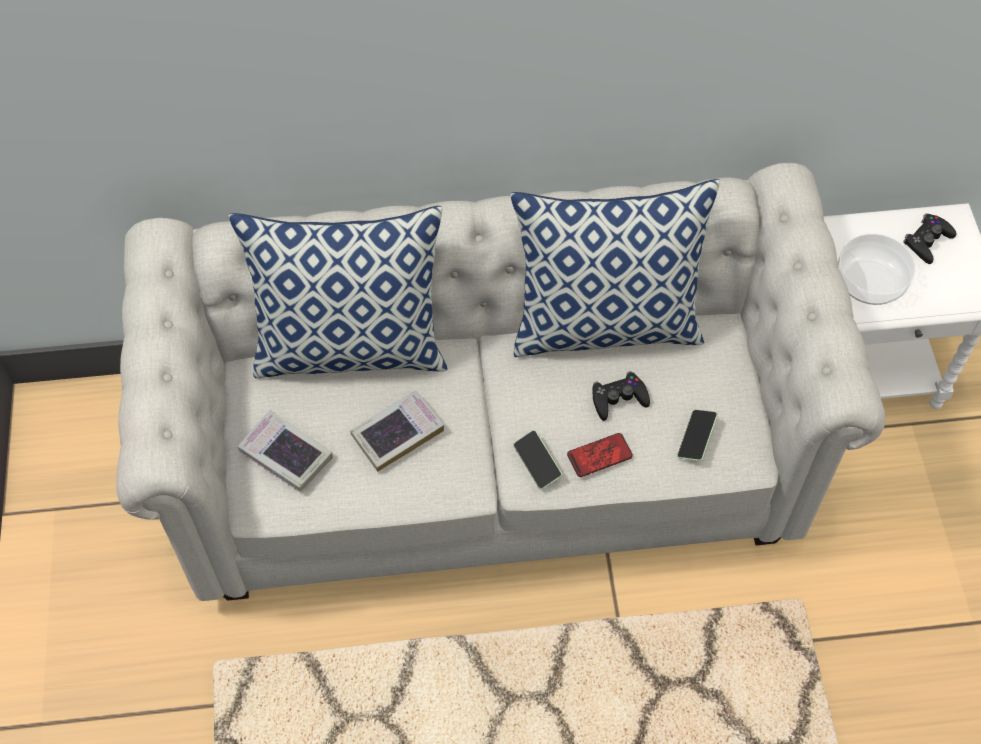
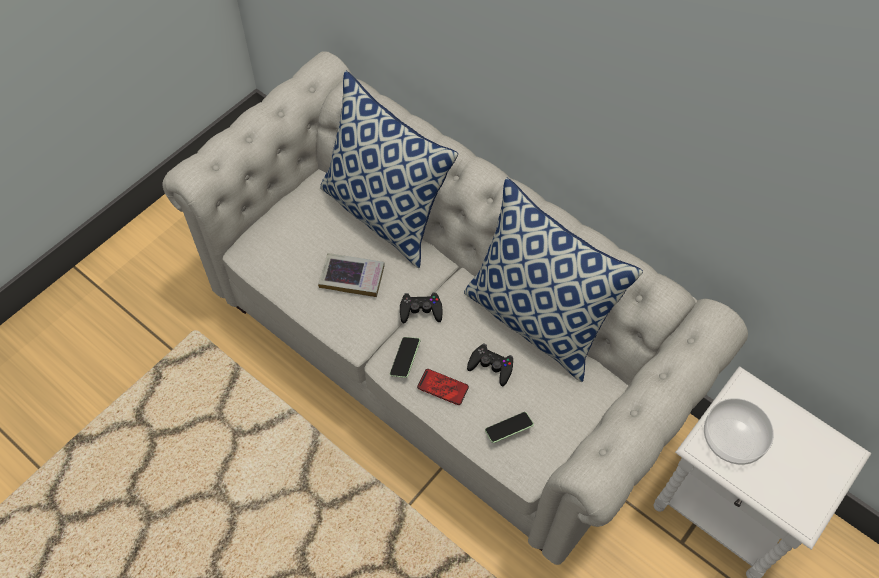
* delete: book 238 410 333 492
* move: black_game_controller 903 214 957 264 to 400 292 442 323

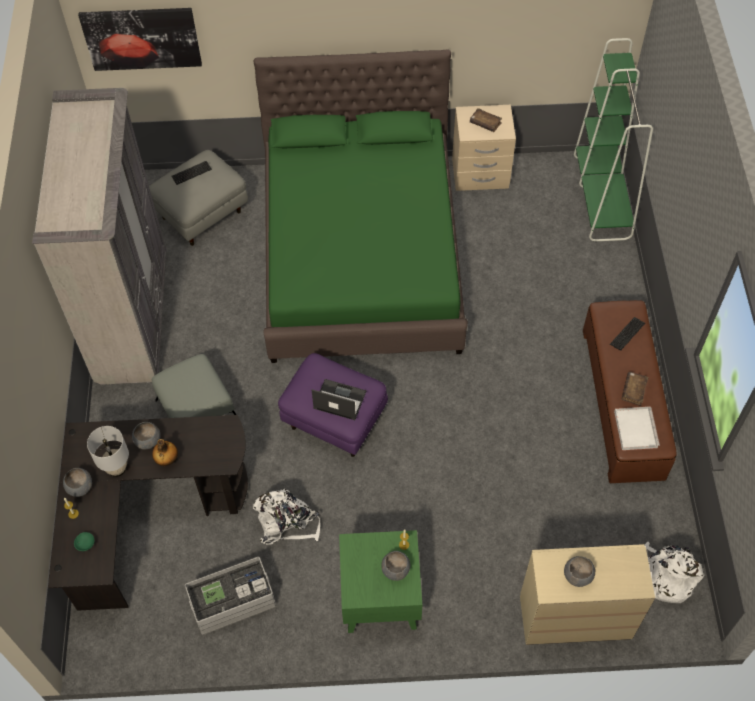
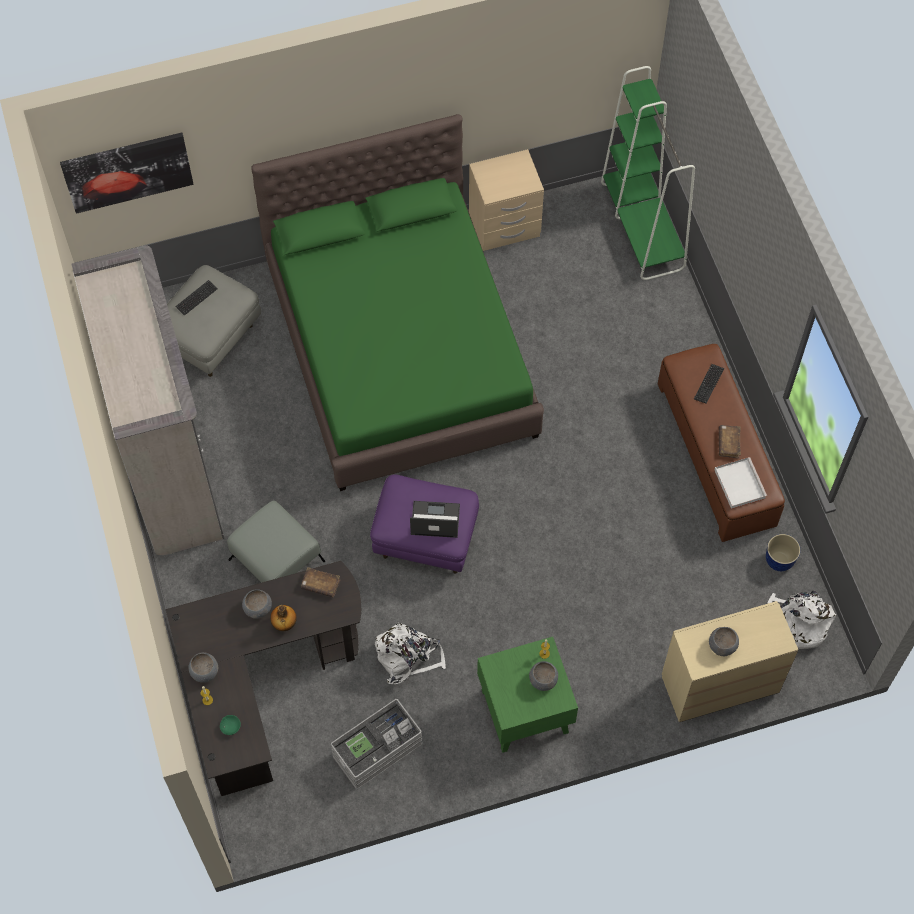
* delete: white_table_lamp 87 426 129 477
* move: brown_book 470 108 502 132 to 301 567 341 597
* insert: planter 766 534 800 571

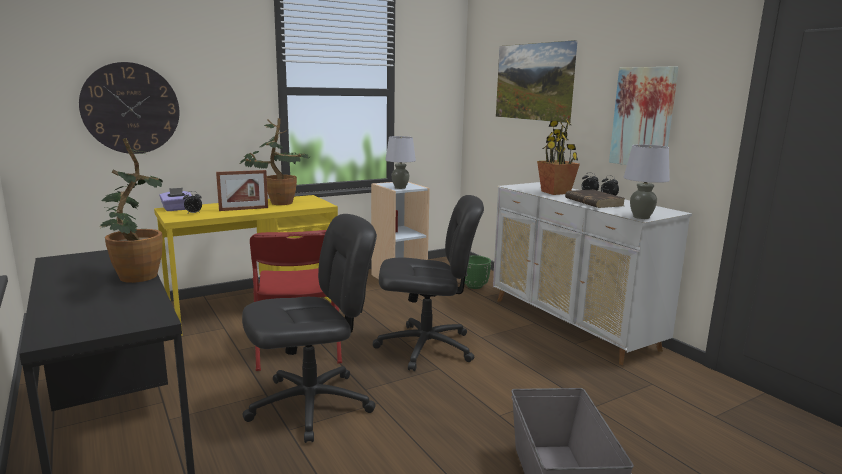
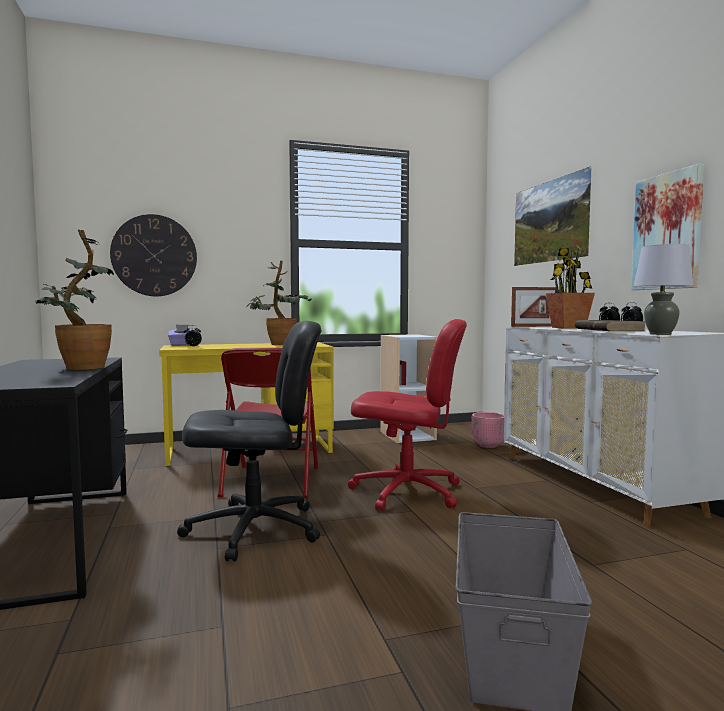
* move: picture_frame 216 170 268 211 to 511 287 556 327
* recolor: black_office_chair 373 195 484 371 to red_office_chair 348 319 467 511
* delete: grey_table_lamp 386 136 416 189
* recolor: green_planter 465 255 491 289 to pink_planter 472 412 504 448

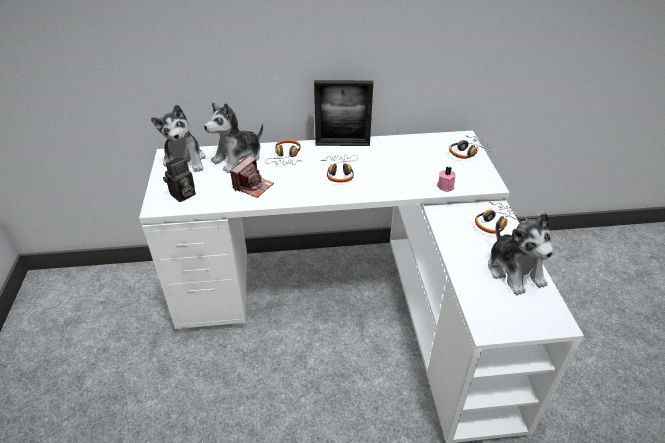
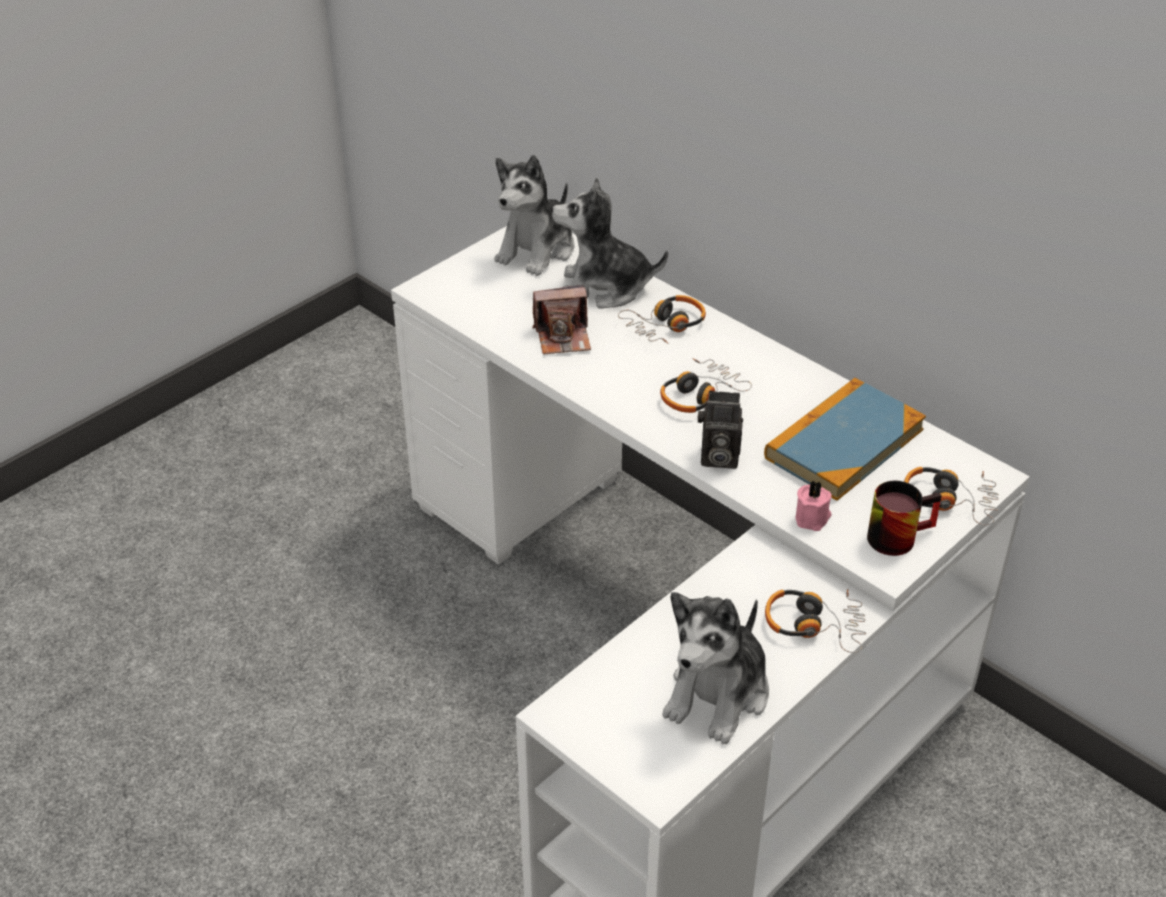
* move: photo_camera 163 156 196 202 to 697 391 743 469
* delete: picture_frame 314 80 373 146
* insert: book 764 378 926 501
* insert: mug 867 481 942 556

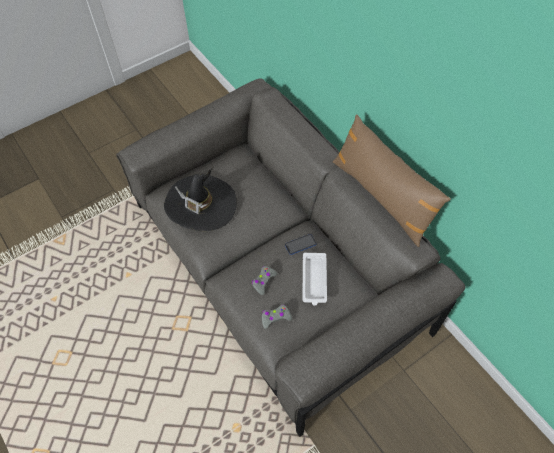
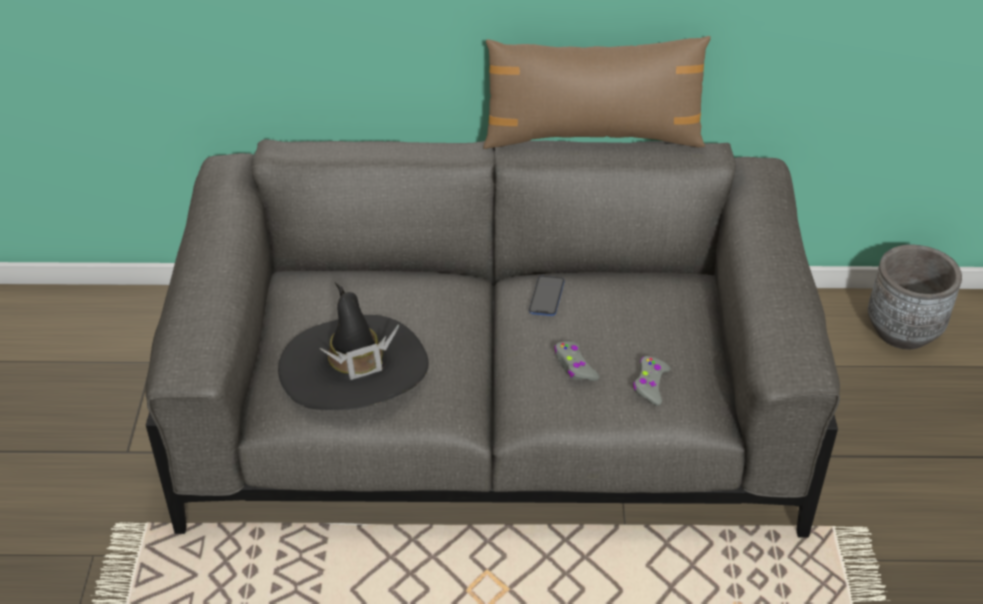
* delete: white_tray 303 253 327 306
* insert: grey_planter 868 245 962 349

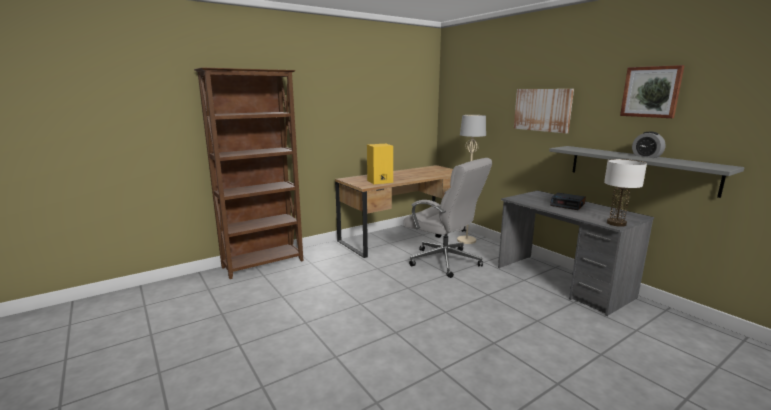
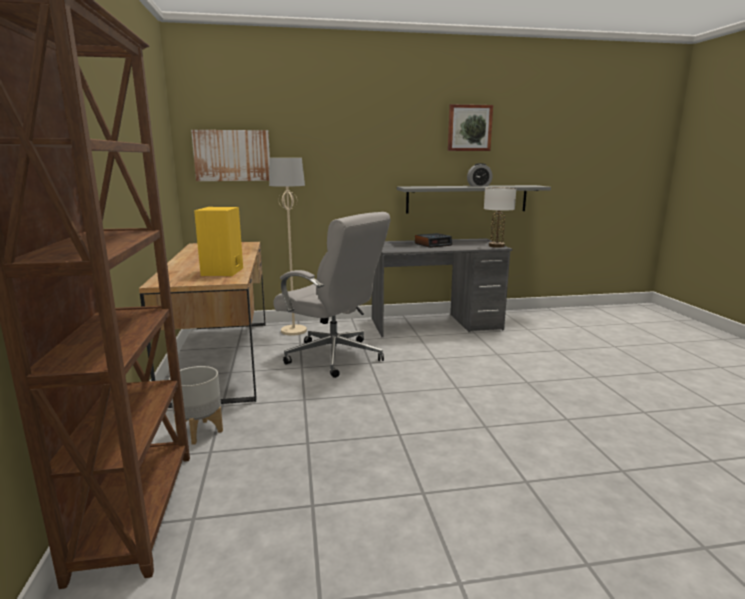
* rotate: grey_office_chair 403 158 492 278 = 273 212 391 378 60 degrees clockwise
* move: picture 514 89 574 133 to 191 130 270 181
* insert: grey_planter 169 366 223 445

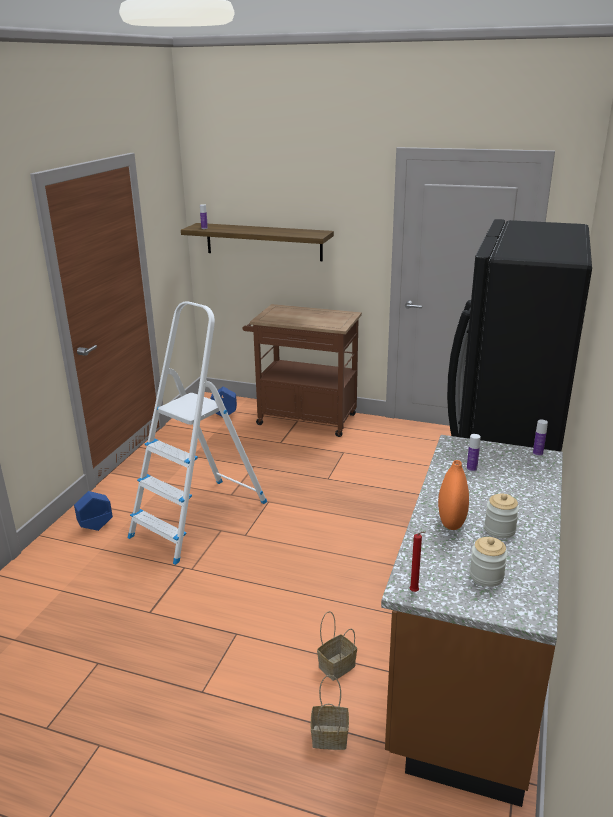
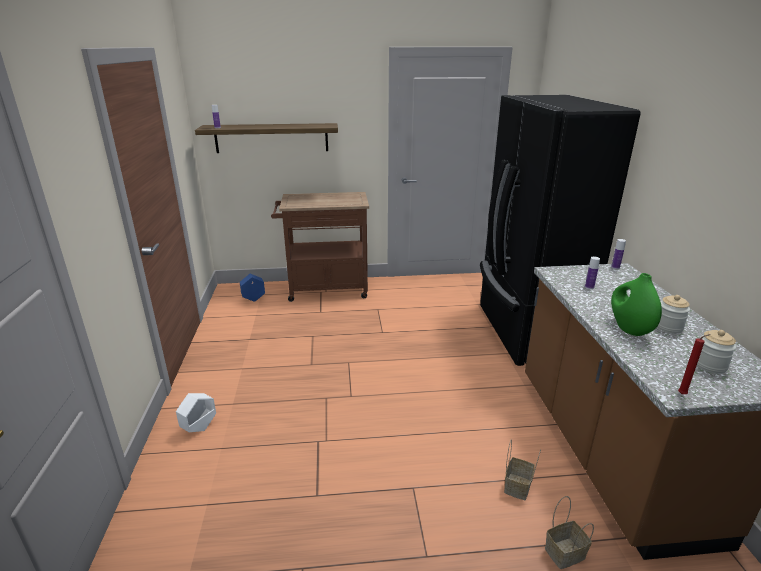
* recolor: blue_planter 74 491 113 531 to white_planter 176 393 216 432
* delete: white_step_ladder 128 301 267 565
* recolor: orange_vase 438 460 469 530 to green_vase 611 273 662 336

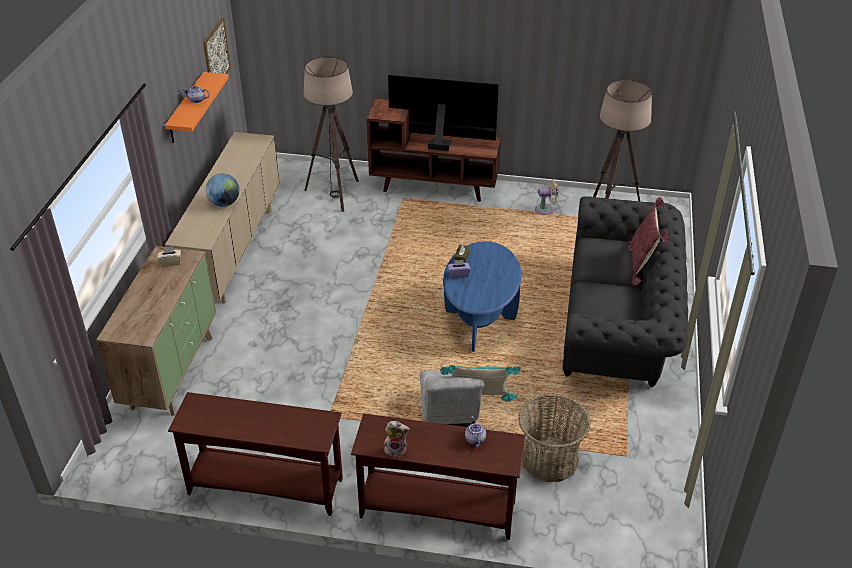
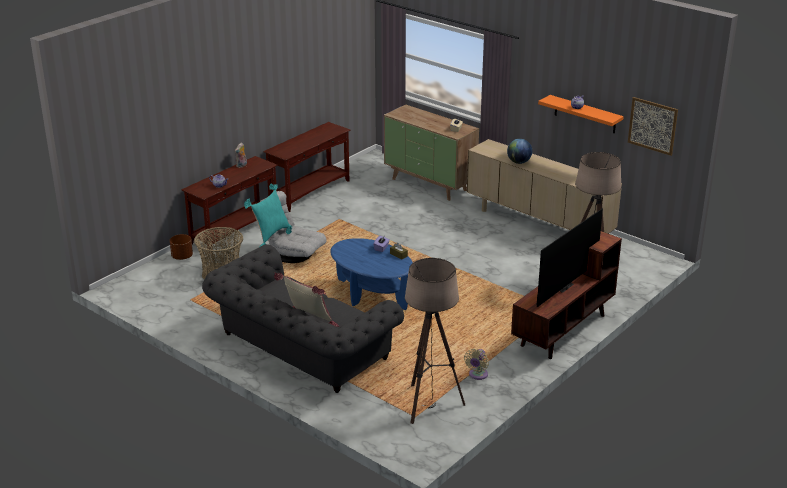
* insert: brown_planter 170 234 193 260

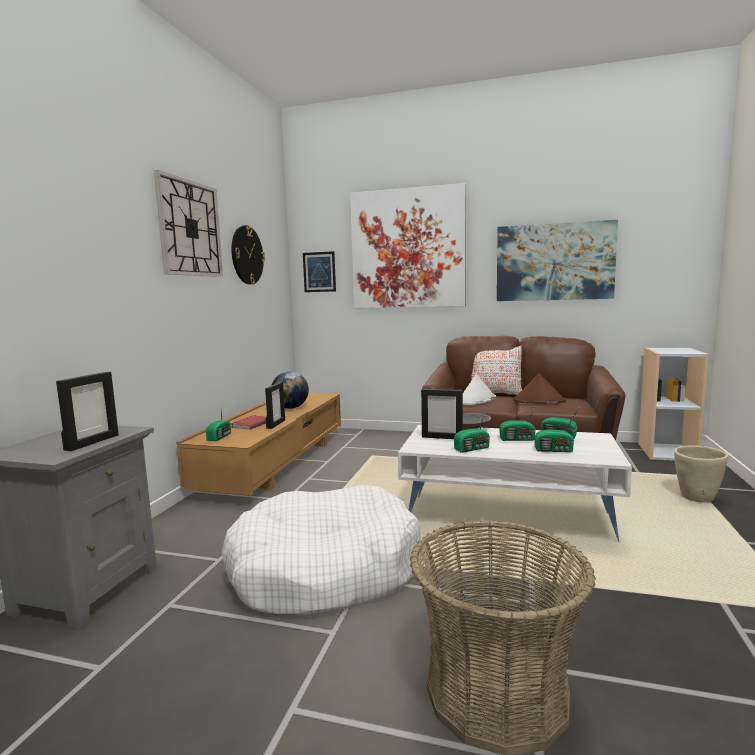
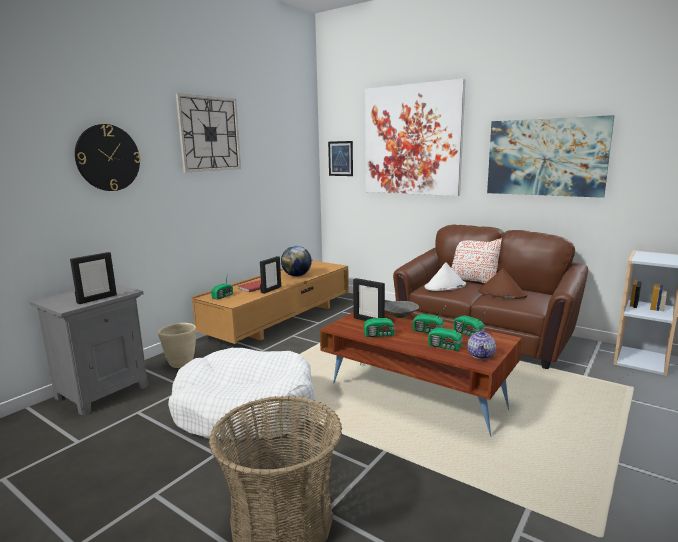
* move: wall_clock 231 225 265 284 to 75 124 141 191
* recolor: white_coffee_table 398 425 632 542 to brown_coffee_table 320 312 522 437
* move: beige_planter 674 446 728 502 to 158 323 196 368
* insert: teapot 468 329 496 359

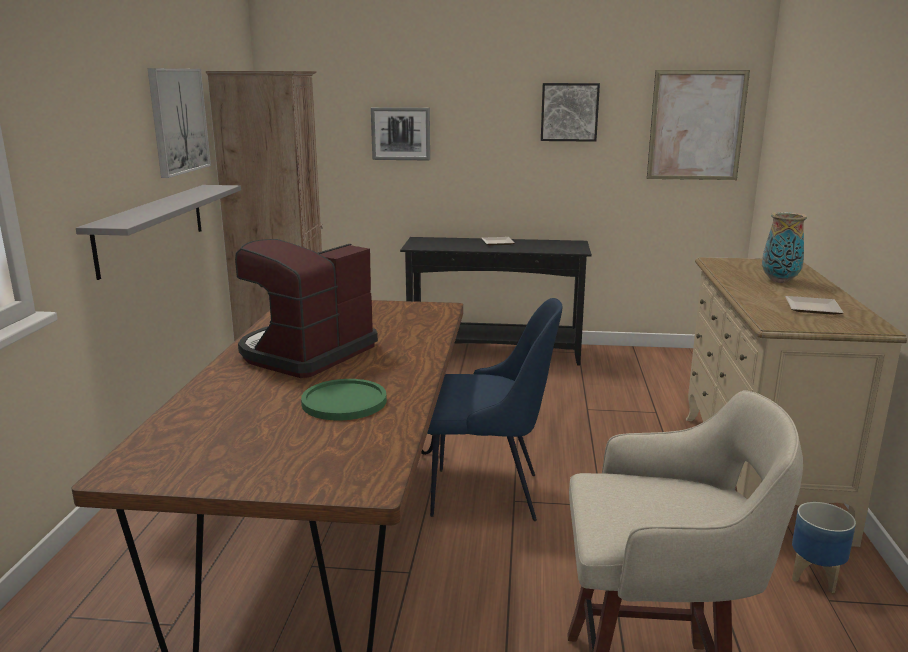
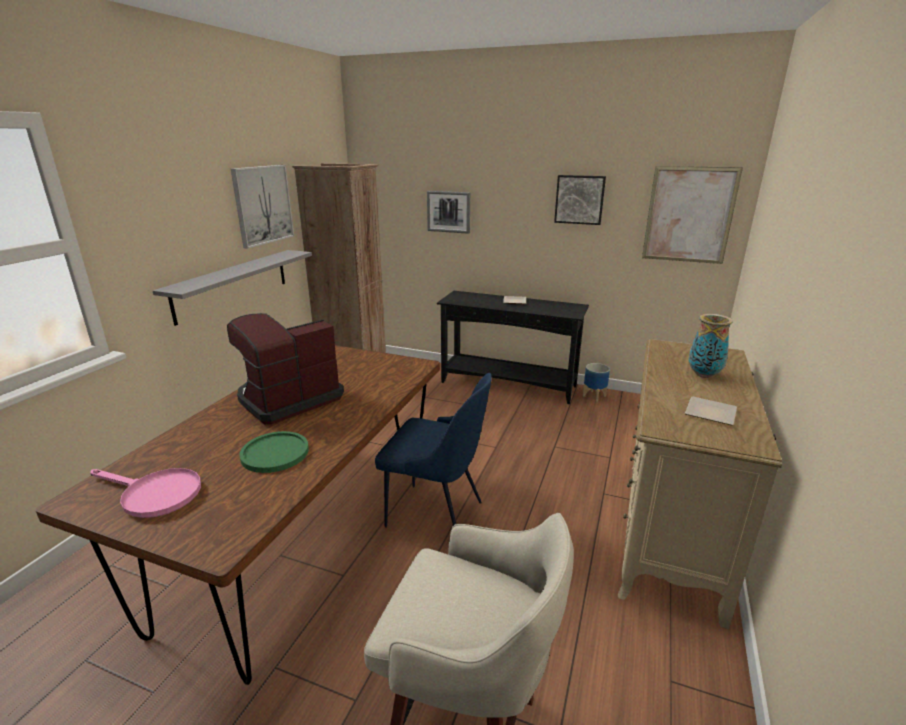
* move: planter 792 502 856 593 to 583 363 610 402
* insert: pink_frying_pan 90 468 201 518

